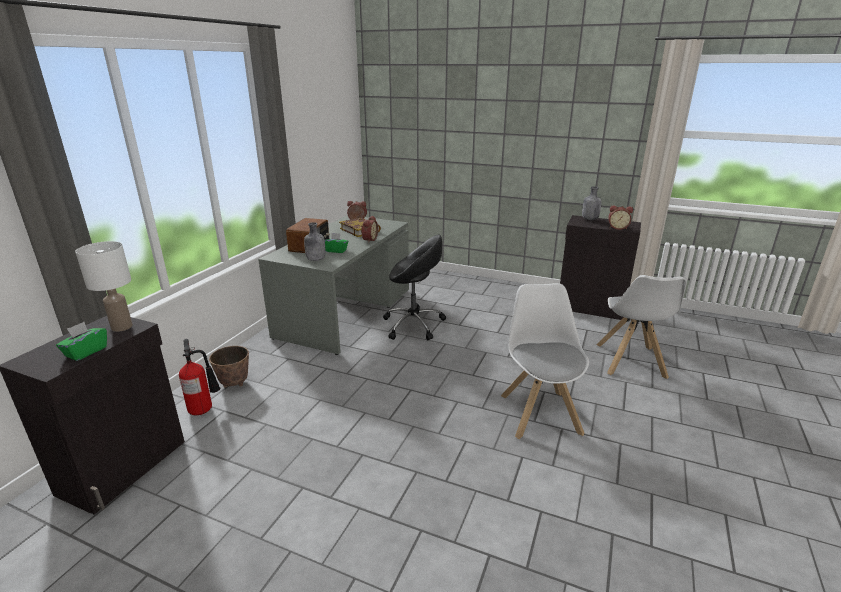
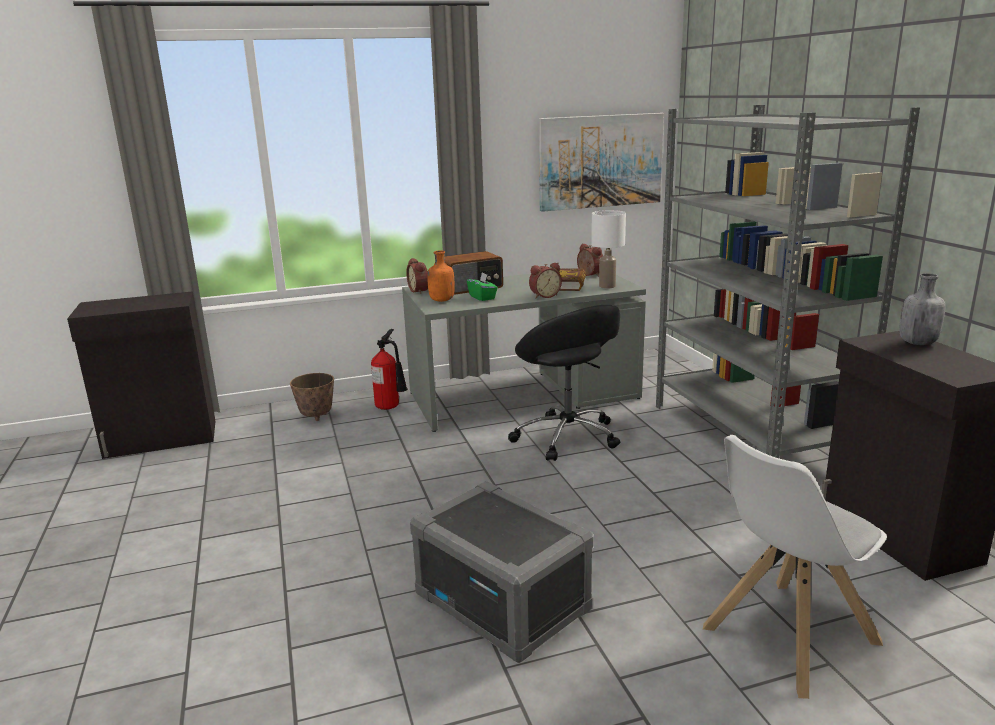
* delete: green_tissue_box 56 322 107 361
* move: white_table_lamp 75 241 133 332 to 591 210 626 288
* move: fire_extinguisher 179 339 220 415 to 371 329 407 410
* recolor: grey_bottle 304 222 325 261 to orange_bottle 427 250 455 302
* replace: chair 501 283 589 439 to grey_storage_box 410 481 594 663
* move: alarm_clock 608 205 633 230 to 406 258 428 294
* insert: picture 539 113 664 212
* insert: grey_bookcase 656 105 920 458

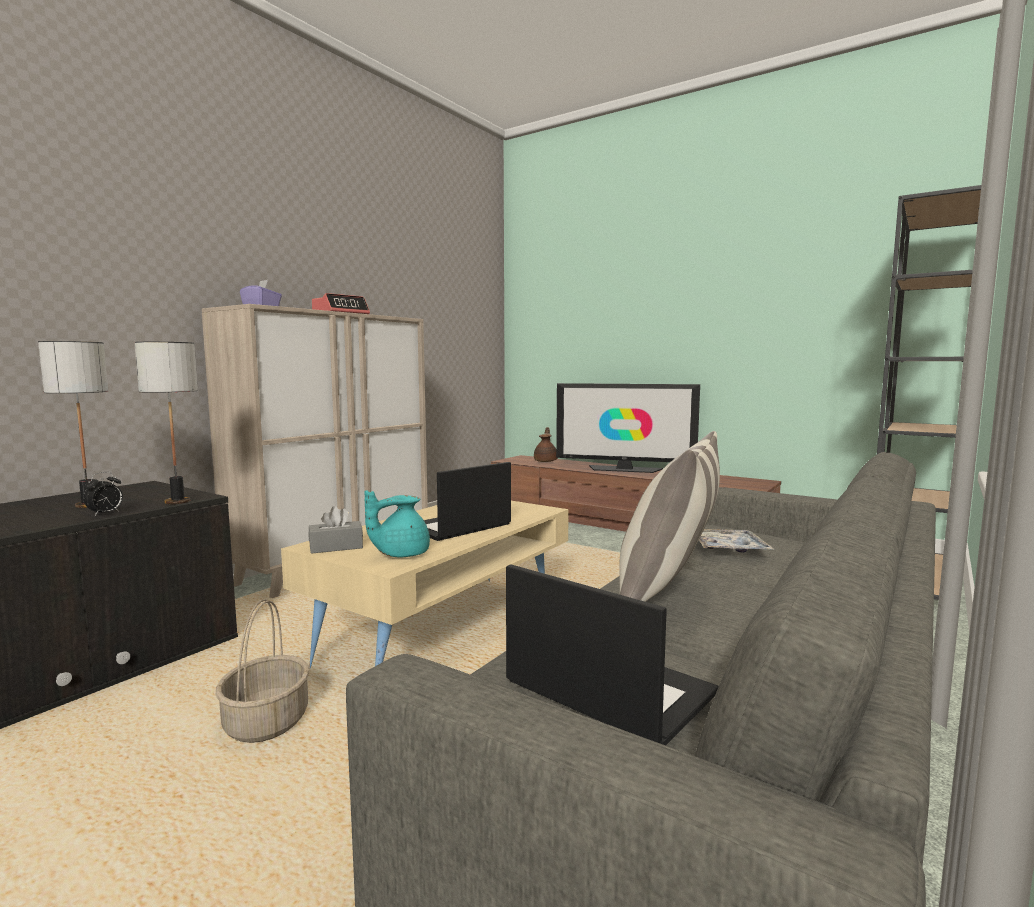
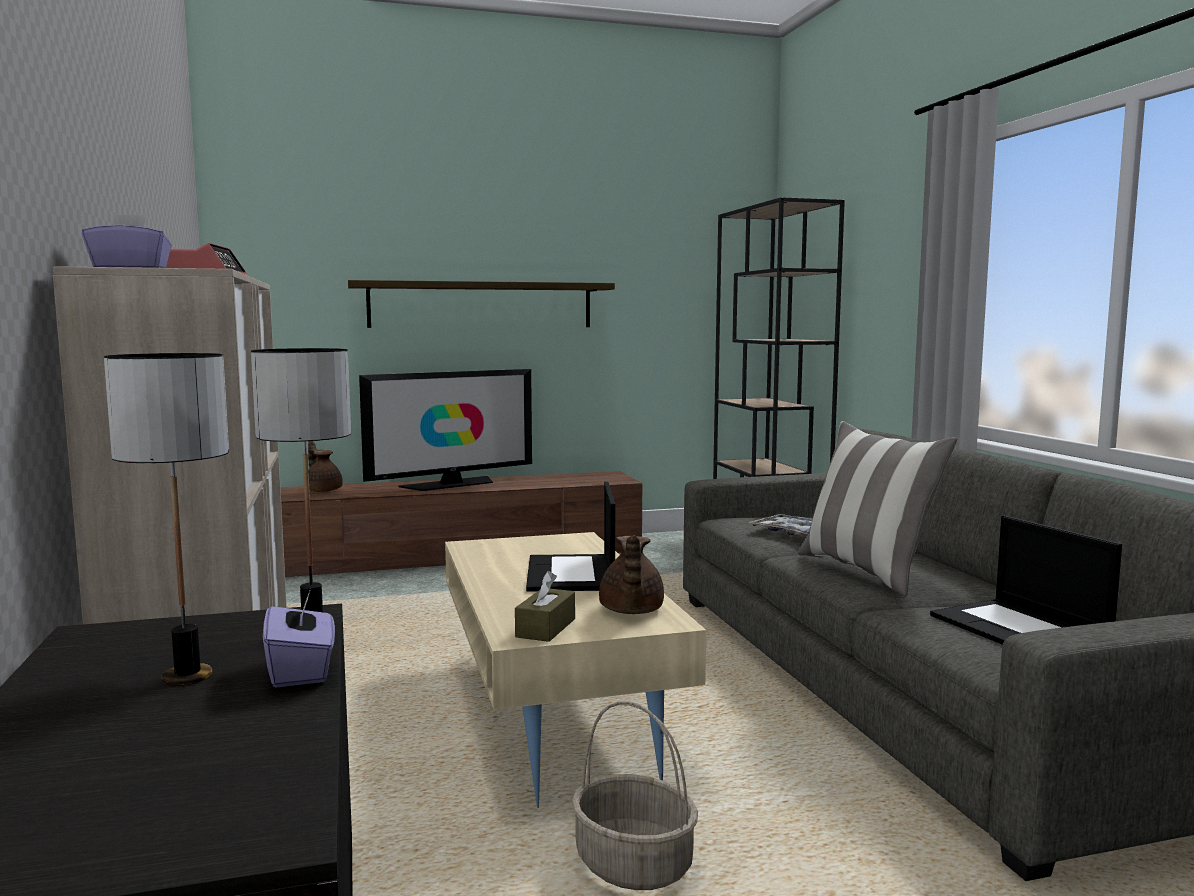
* replace: alarm_clock 83 472 123 516 to purple_tissue_box 263 589 335 687
* recolor: grey_tissue_box 309 506 363 554 to brown_tissue_box 515 571 575 642
* recolor: turquoise_teapot 365 490 430 558 to brown_teapot 599 535 664 614
* rotate: laptop 506 564 719 745 = 930 516 1122 645 105 degrees counterclockwise
* insert: shelf 348 280 615 328

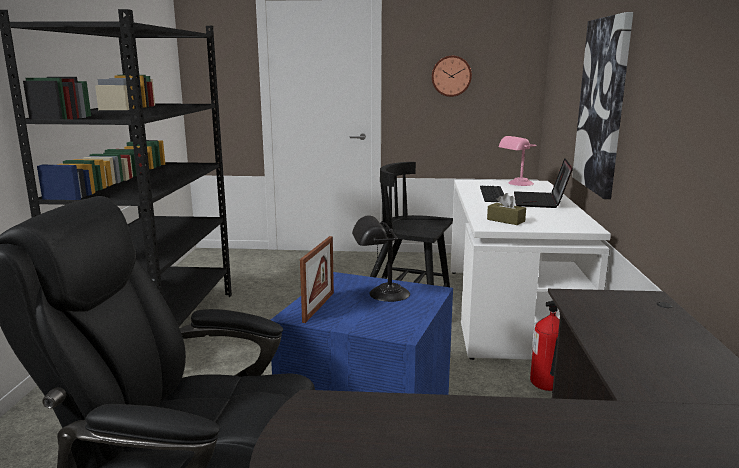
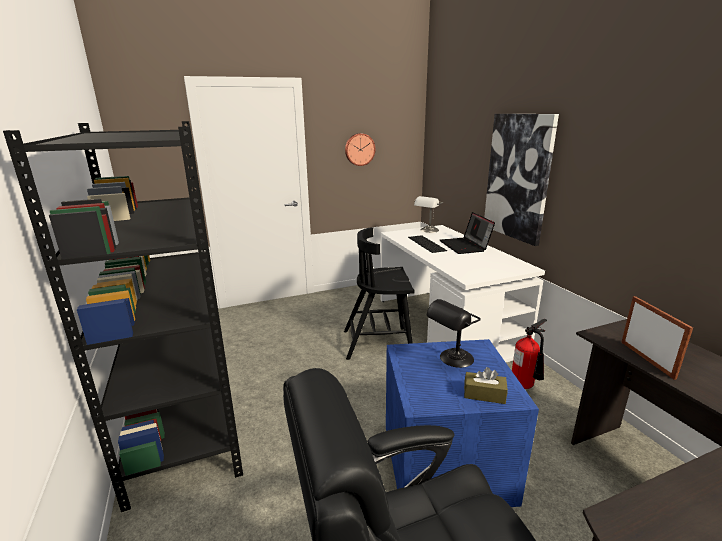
* move: picture_frame 300 236 334 323 to 621 296 693 380
* move: brown_tissue_box 487 193 526 225 to 464 367 508 404
* recolor: pink_table_lamp 499 136 537 186 to white_table_lamp 414 196 443 233

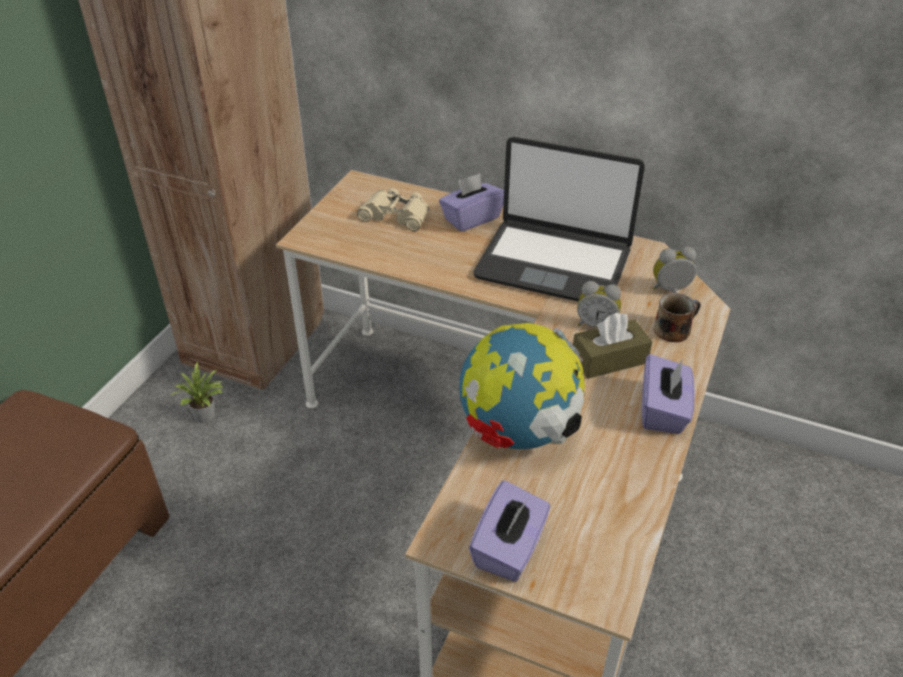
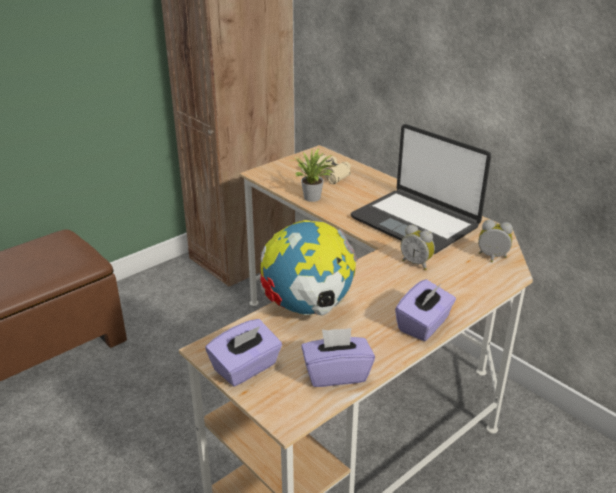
* move: potted_plant 170 362 223 423 to 290 148 336 202
* move: purple_tissue_box 439 173 504 231 to 301 328 375 387
* delete: brown_tissue_box 573 313 653 379
* delete: mug 653 292 701 342

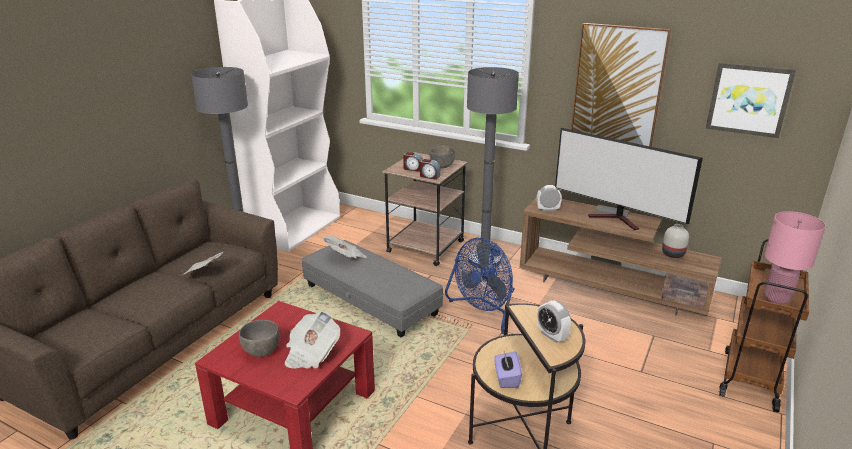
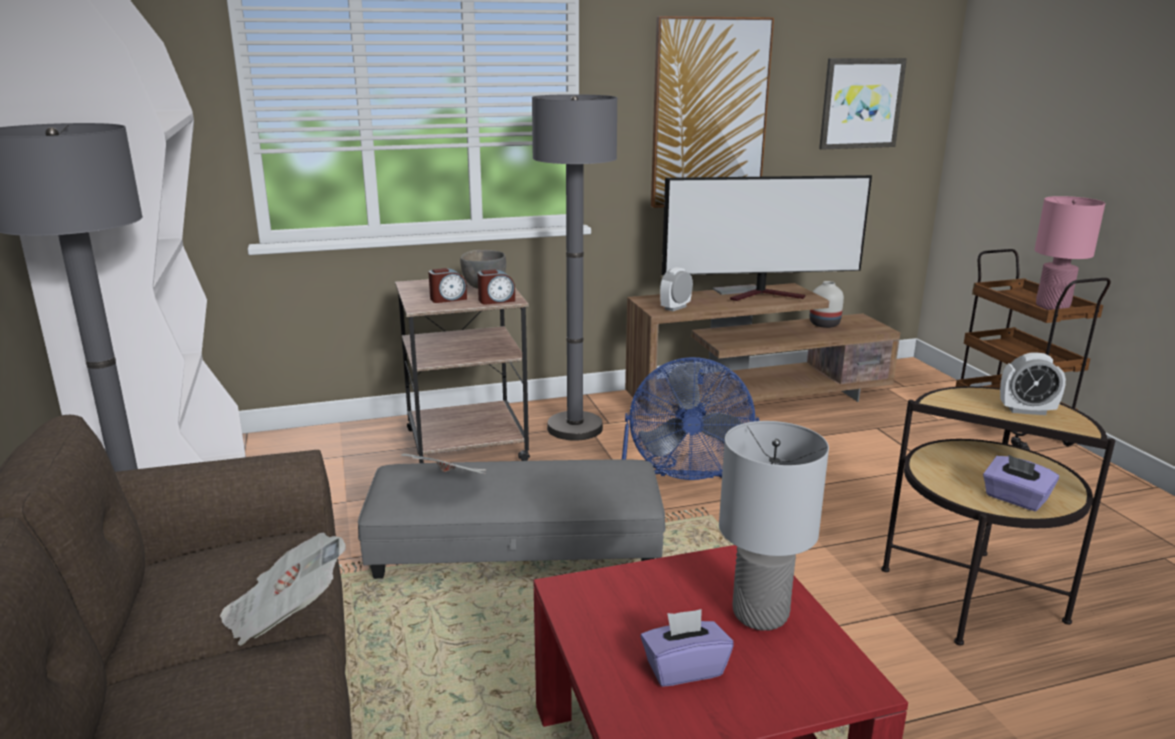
* replace: grey_bowl 239 320 280 357 to purple_tissue_box 640 609 734 687
* replace: newspaper 284 311 340 369 to grey_table_lamp 719 421 829 631

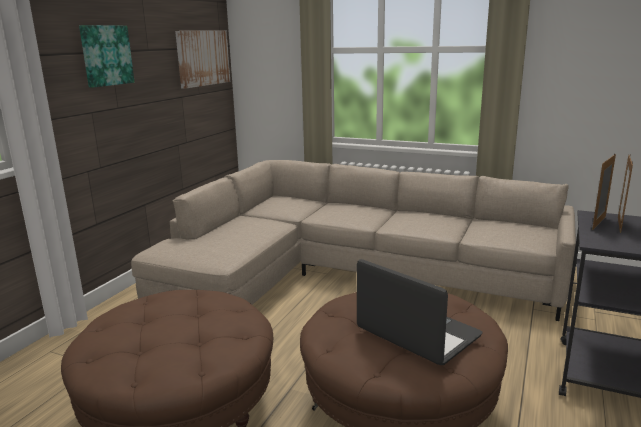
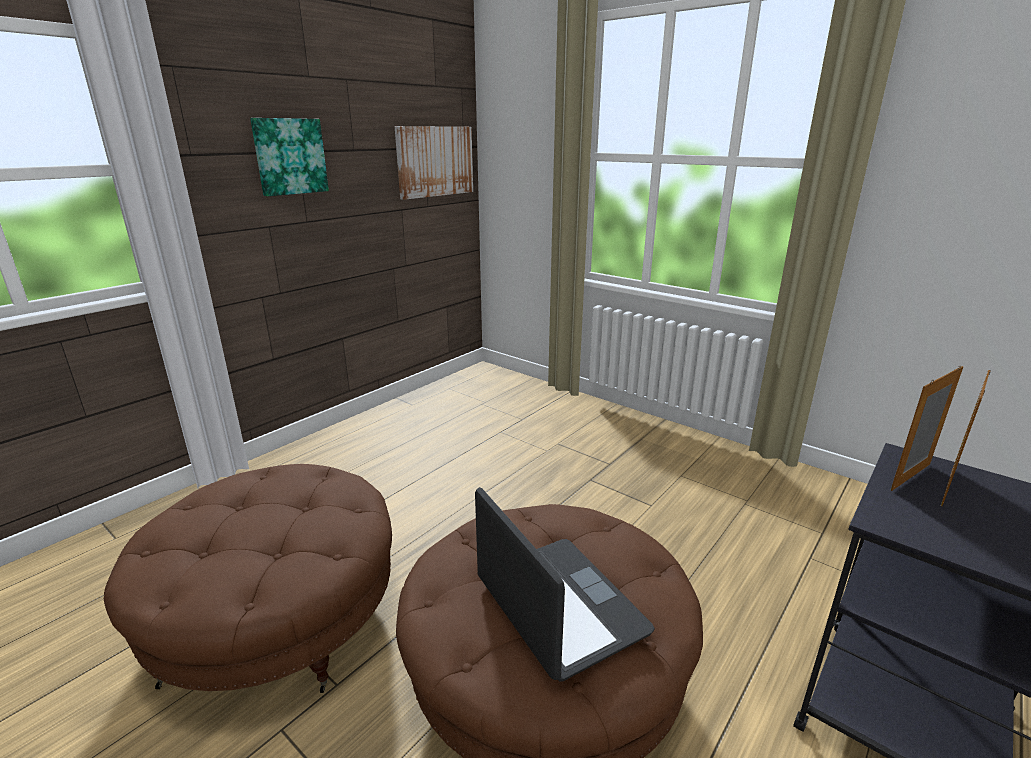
* delete: beige_sofa 131 160 576 321

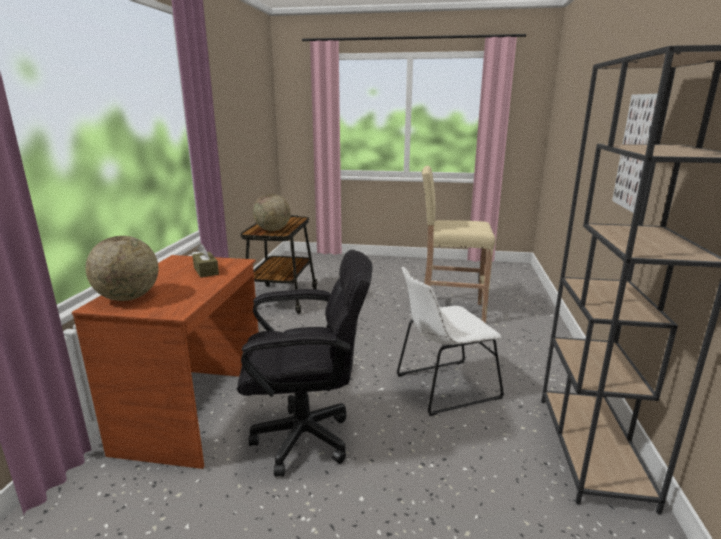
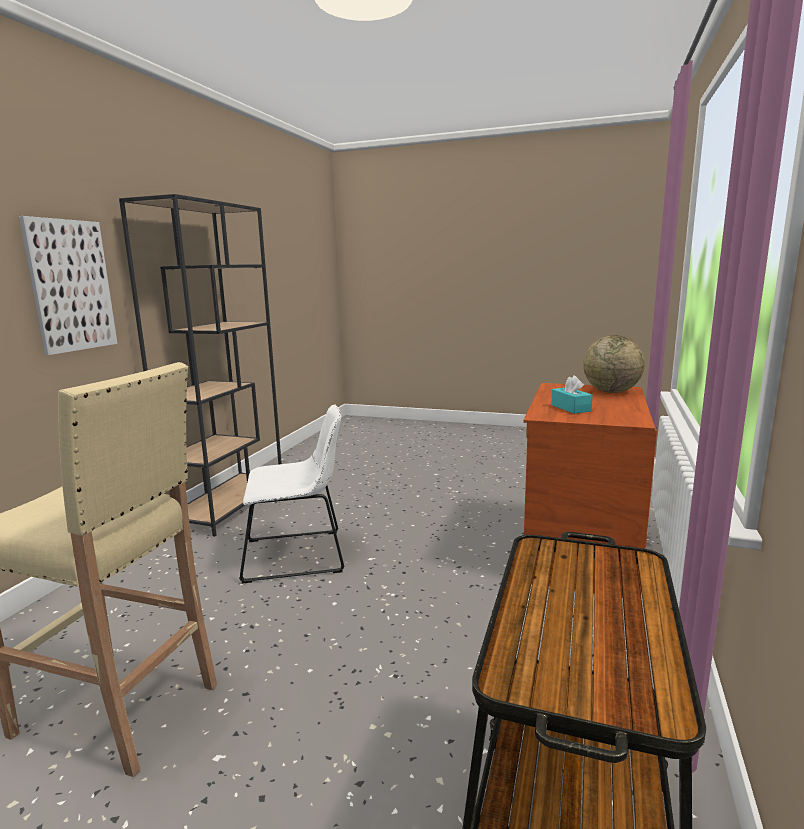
* recolor: brown_tissue_box 192 244 219 278 to turquoise_tissue_box 551 375 593 414
* delete: black_office_chair 237 250 373 477
* delete: globe 253 194 291 231

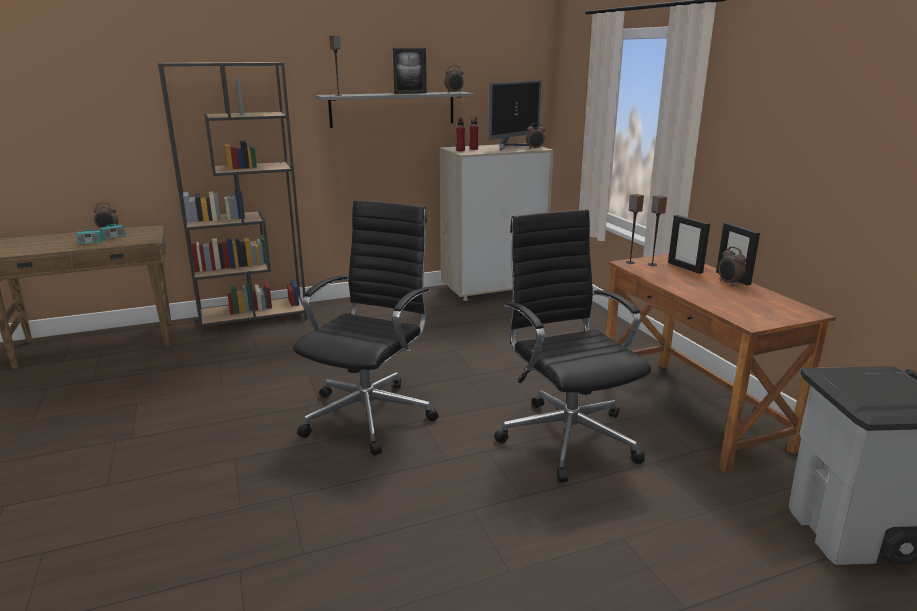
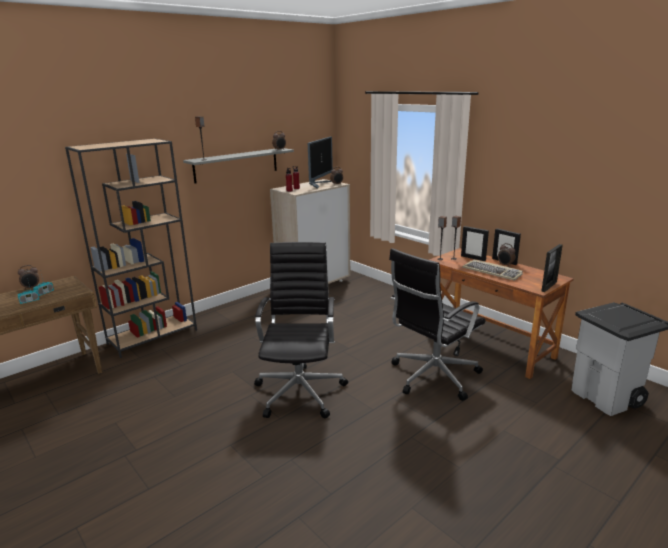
* move: picture_frame 393 48 427 94 to 541 244 563 292
* rotate: black_office_chair 494 209 651 482 = 389 248 486 401 90 degrees counterclockwise
* insert: keyboard 462 260 523 281

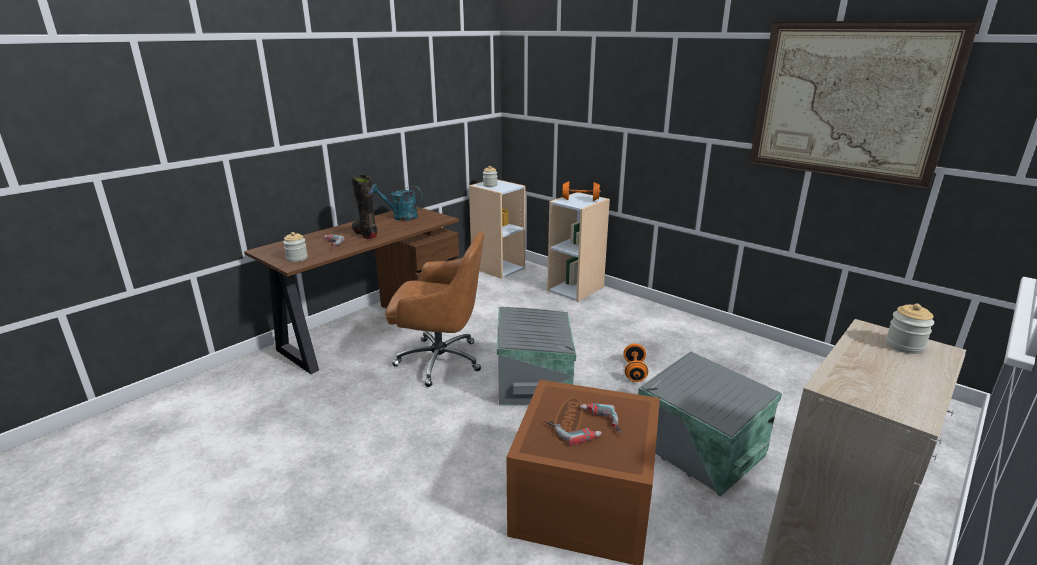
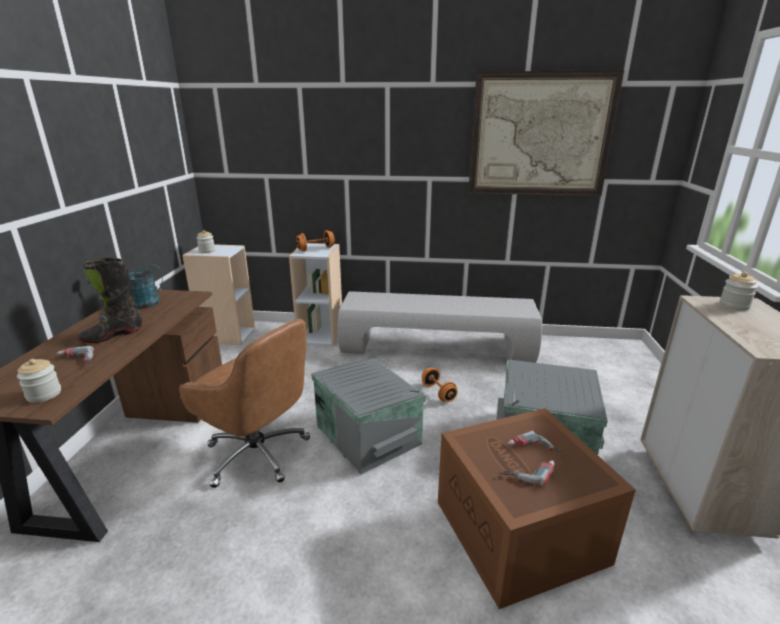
* rotate: black_boot 351 174 378 239 = 77 257 142 343 60 degrees counterclockwise
* rotate: brown_office_chair 385 231 484 387 = 179 319 310 488 60 degrees clockwise
* insert: grey_bench 338 291 542 363

